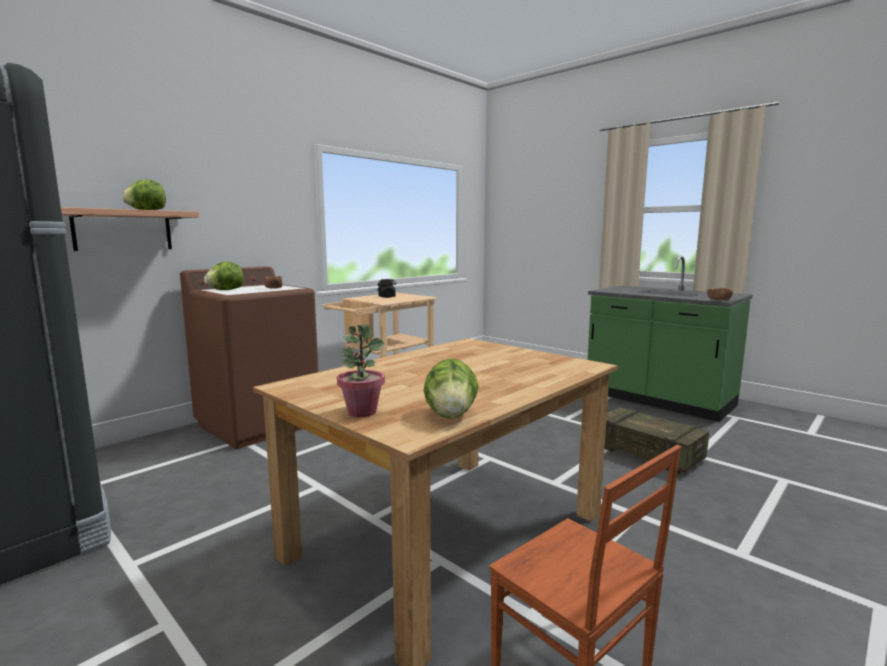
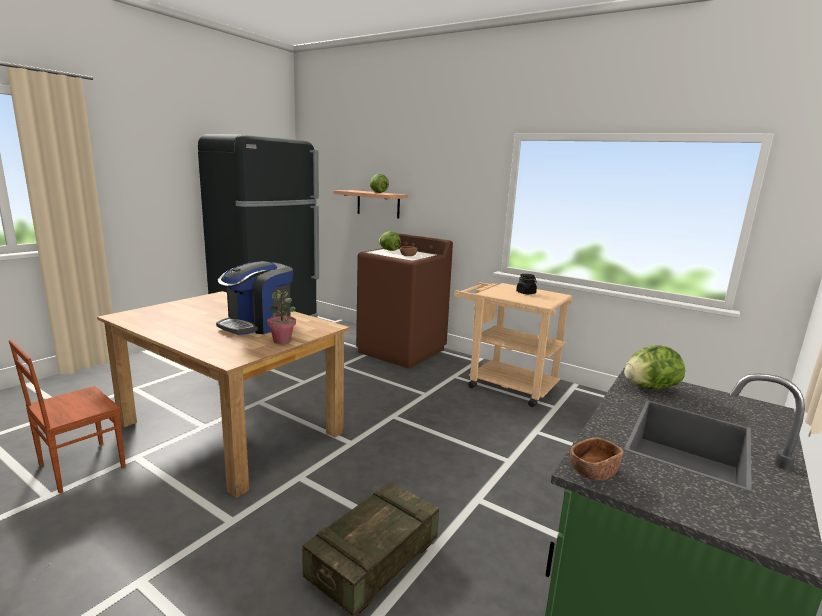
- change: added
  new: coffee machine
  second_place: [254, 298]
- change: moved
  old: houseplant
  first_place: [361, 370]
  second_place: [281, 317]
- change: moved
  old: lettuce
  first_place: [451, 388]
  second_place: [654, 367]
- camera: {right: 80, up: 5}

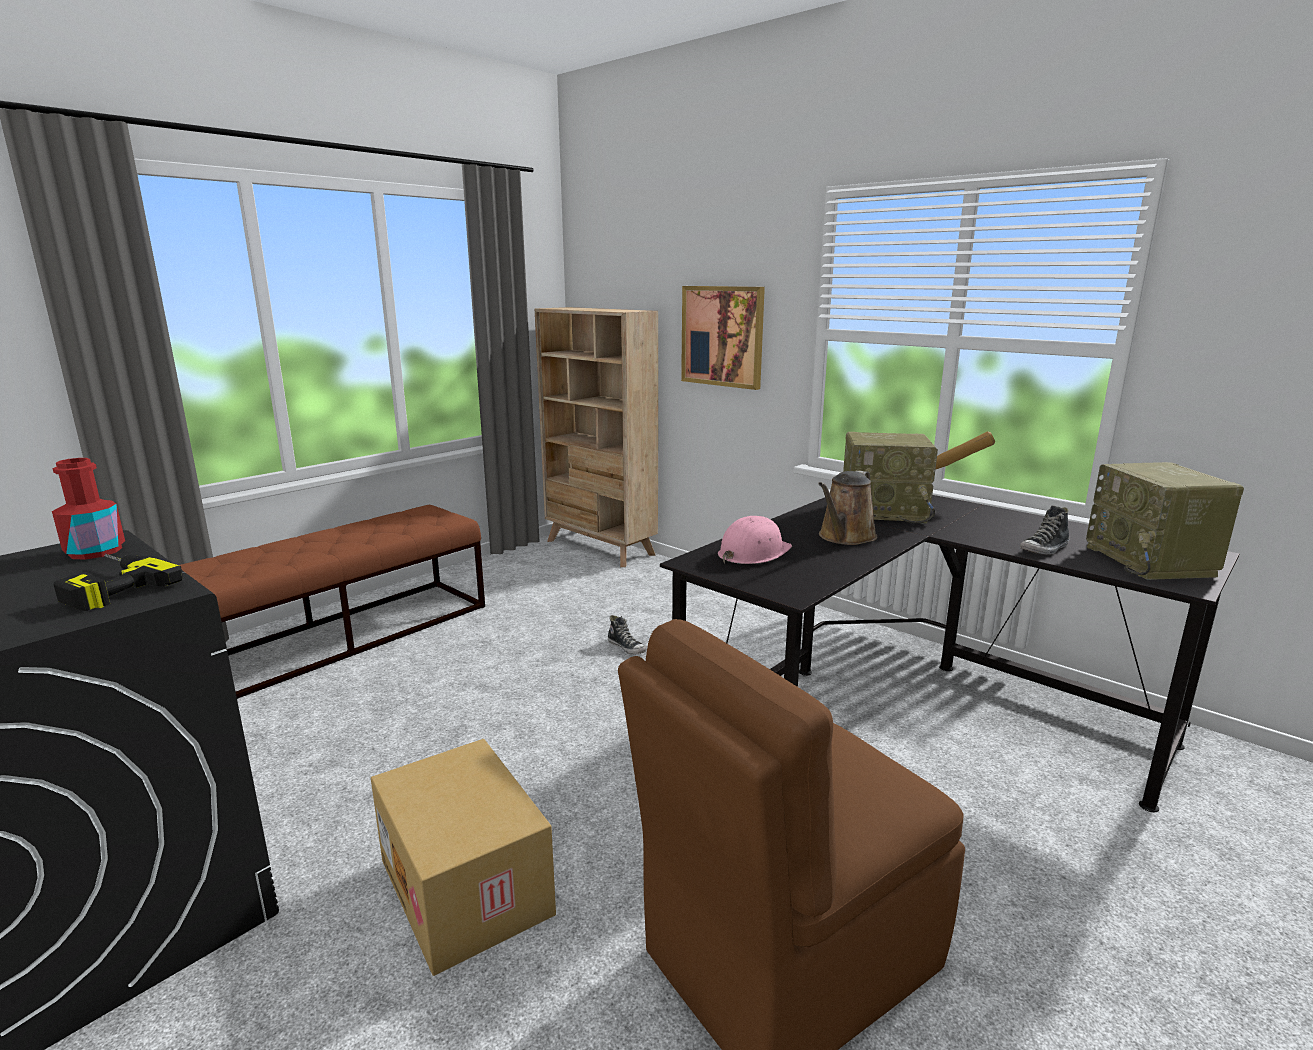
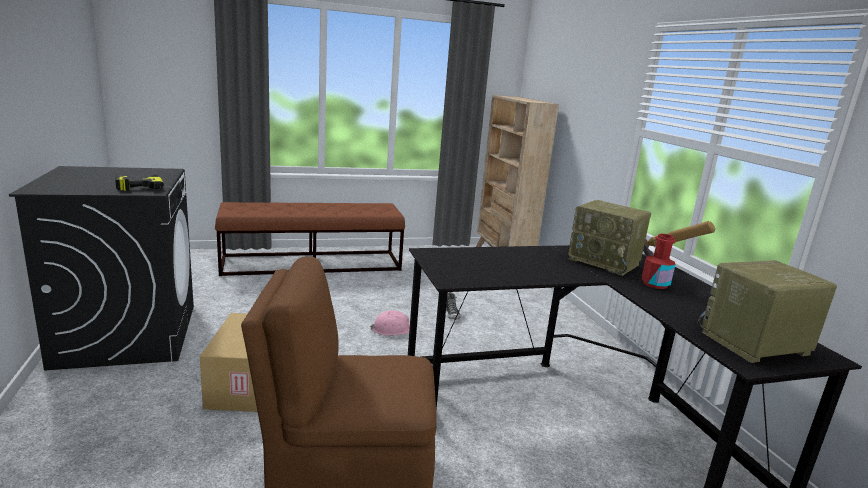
- change: moved
  old: hard hat in pink
  first_place: [755, 540]
  second_place: [390, 323]
- change: moved
  old: bottle in red-coloured
  first_place: [88, 509]
  second_place: [659, 261]
- change: turned
  old: radio
  first_place: [1165, 521]
  second_place: [767, 311]
  degrees: 45
- change: removed
  old: picture
  first_place: [723, 338]
- change: removed
  old: sprinkling can in brownish
  first_place: [847, 508]
- change: removed
  old: item of footwear
  first_place: [1044, 530]
- camera: {right: 30, up: 0}

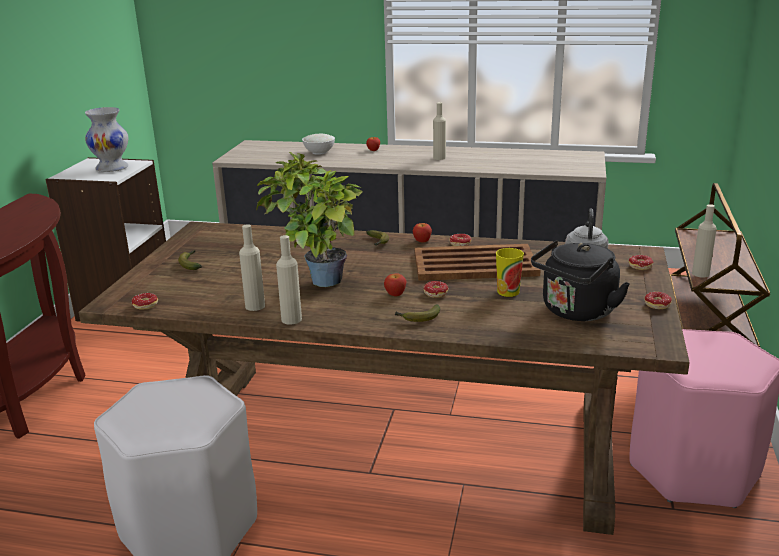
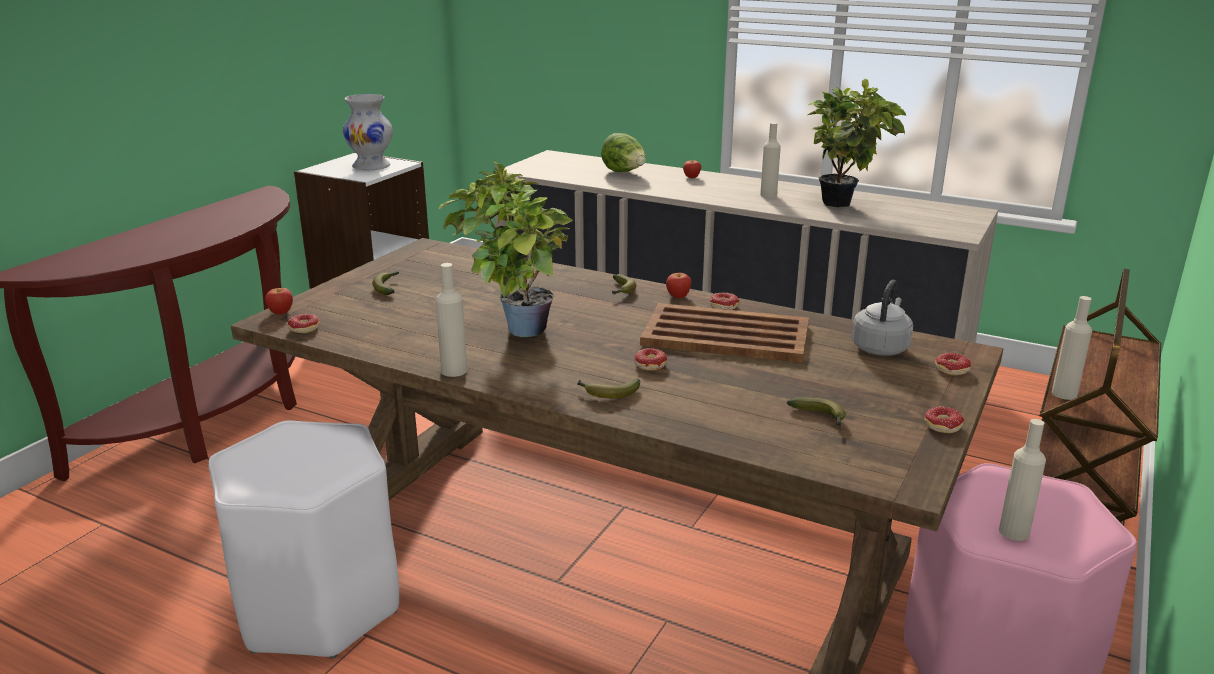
- change: moved
  old: apple fruit
  first_place: [395, 284]
  second_place: [279, 301]
- change: replaced
  old: bowl in white-coloured
  new: lettuce
  first_place: [318, 144]
  second_place: [623, 152]
- change: replaced
  old: kettle in blackish
  new: whole banana
  first_place: [580, 280]
  second_place: [816, 412]
- change: added
  new: houseplant
  second_place: [857, 142]
- change: moved
  old: bottle in beige-coloured
  first_place: [252, 267]
  second_place: [1022, 480]
- change: removed
  old: drinking cup
  first_place: [510, 272]
- camera: {right: 15, up: 0}

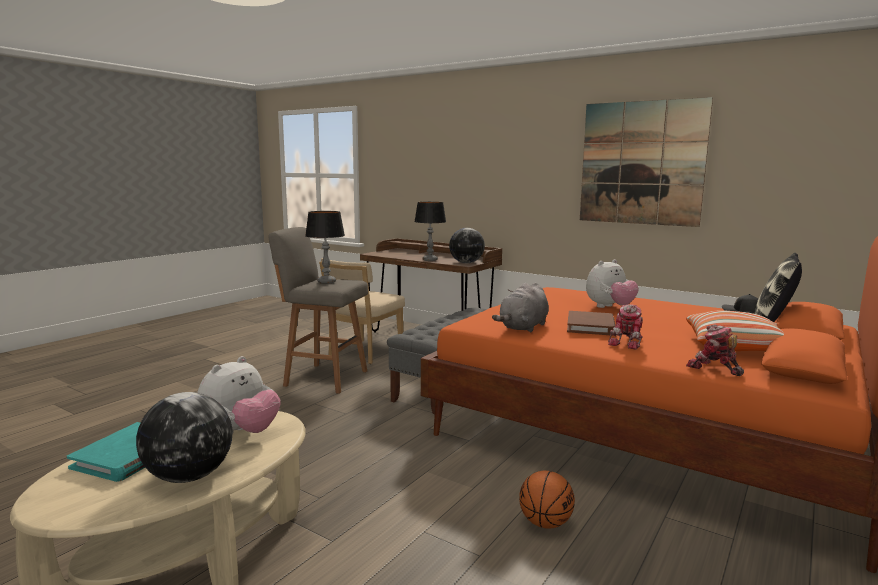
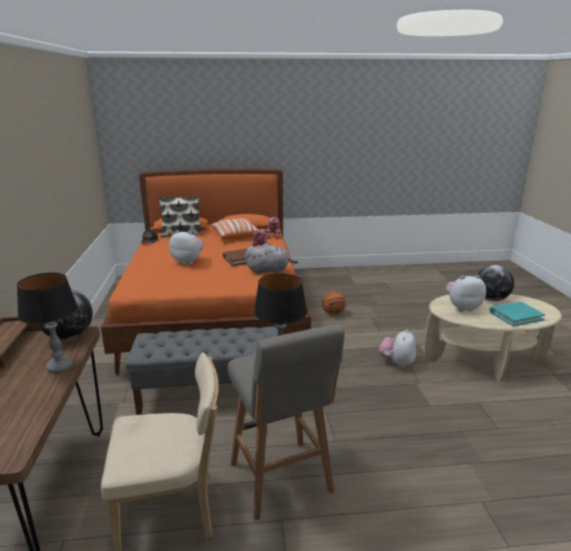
- change: added
  new: soft toy
  second_place: [397, 348]
- change: removed
  old: picture
  first_place: [646, 162]
- camera: {right: -130, up: 10}

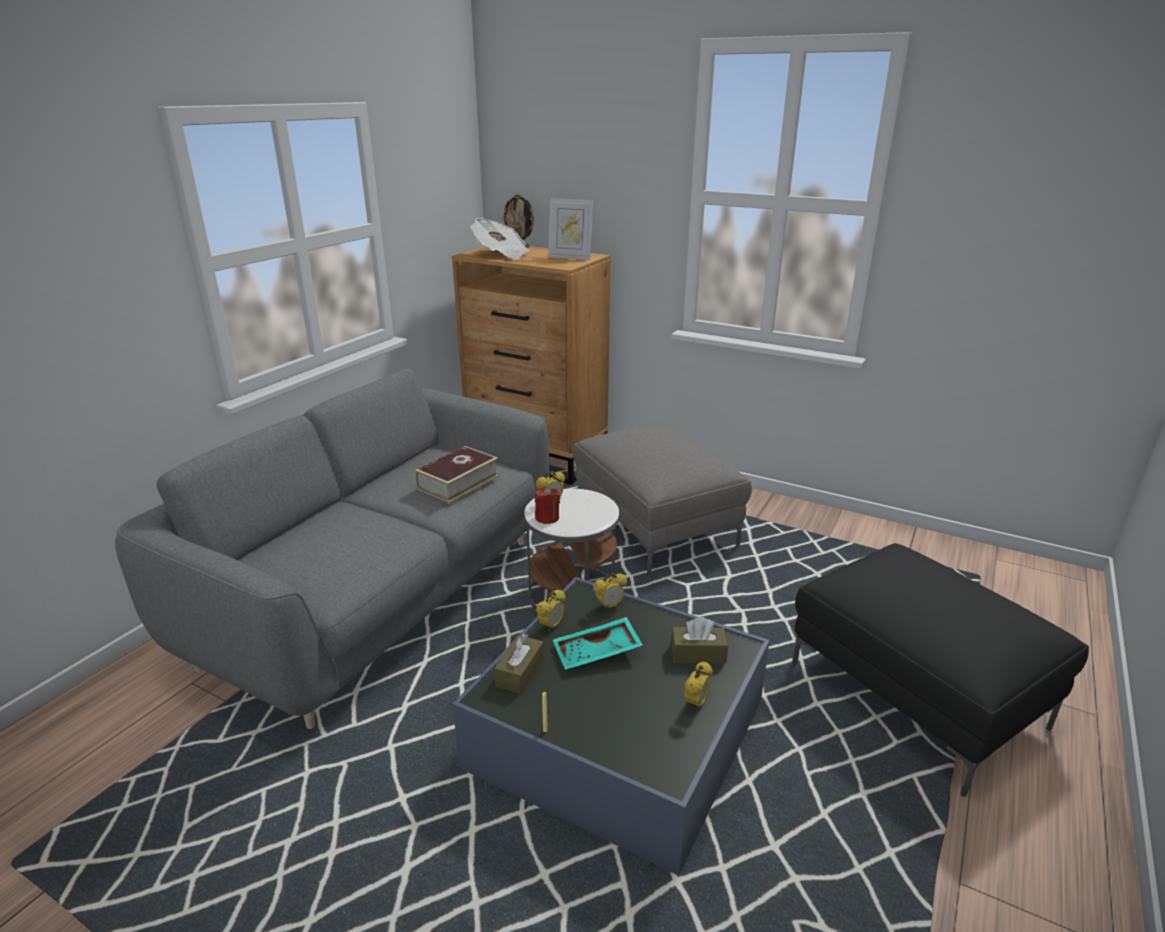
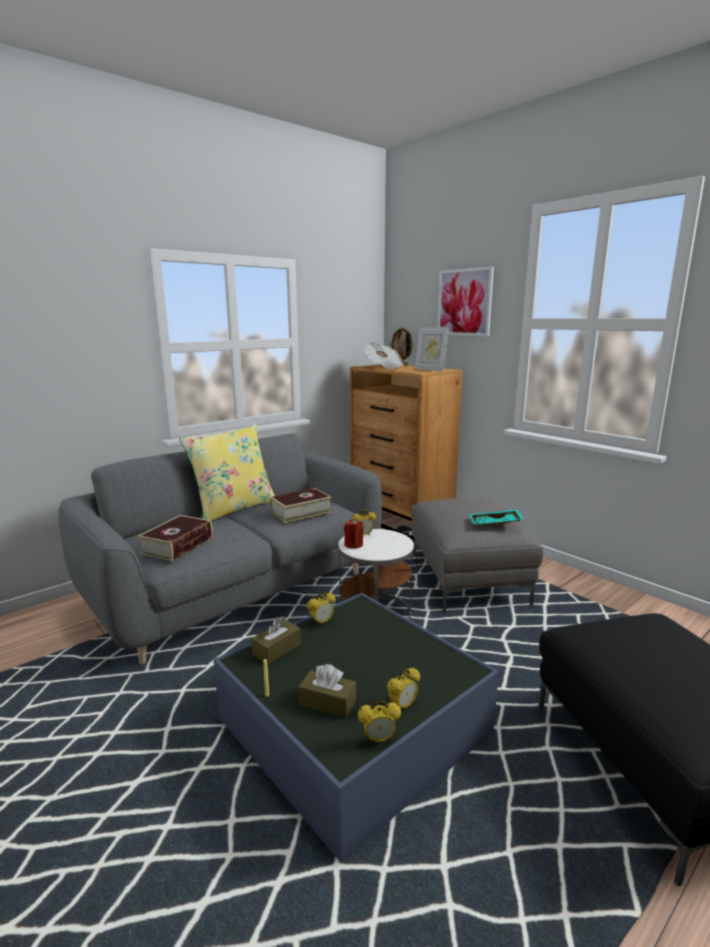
- change: added
  new: volume
  second_place: [175, 538]
- change: added
  new: cushion in yellow
  second_place: [227, 472]
- change: moved
  old: box of tissues in brownish
  first_place: [699, 640]
  second_place: [327, 691]
- change: moved
  old: alarm clock
  first_place: [610, 591]
  second_place: [379, 722]
- change: added
  new: picture
  second_place: [465, 301]
- change: moved
  old: tray in turquoise
  first_place: [598, 643]
  second_place: [496, 517]
- camera: {right: 20, up: -10}

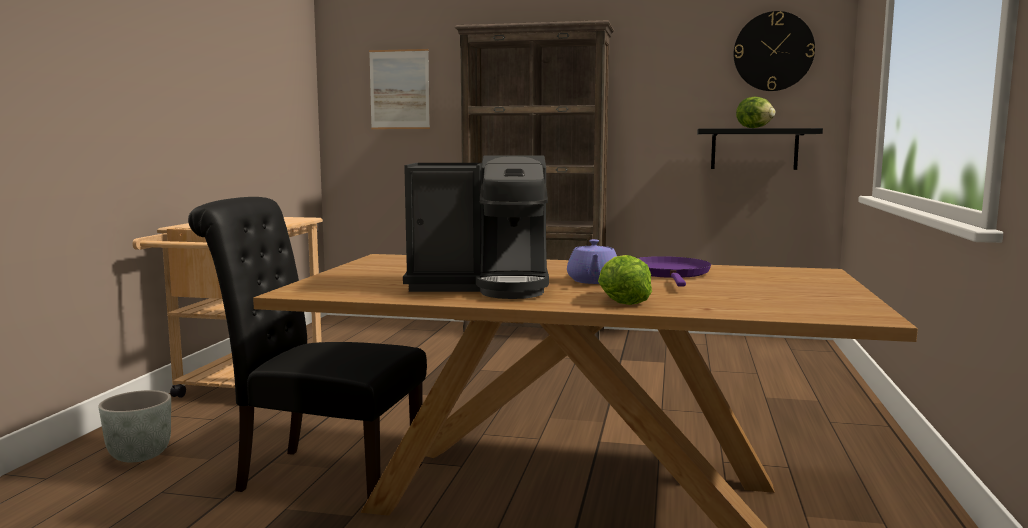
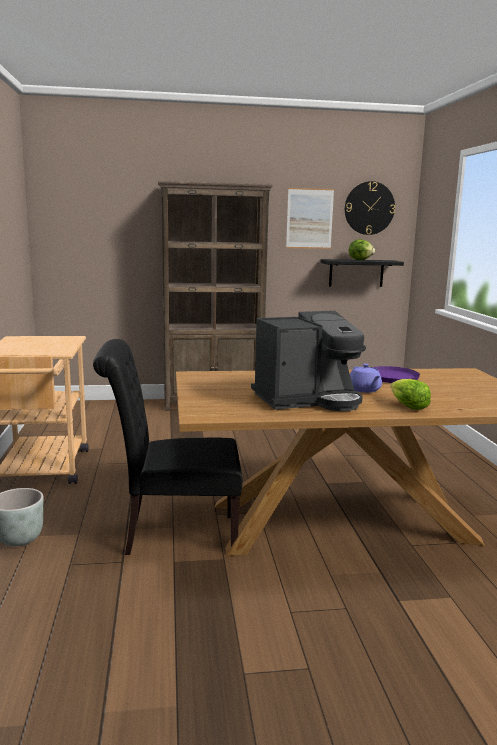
- change: moved
  old: picture
  first_place: [399, 89]
  second_place: [310, 218]
- camera: {right: -20, up: 5}

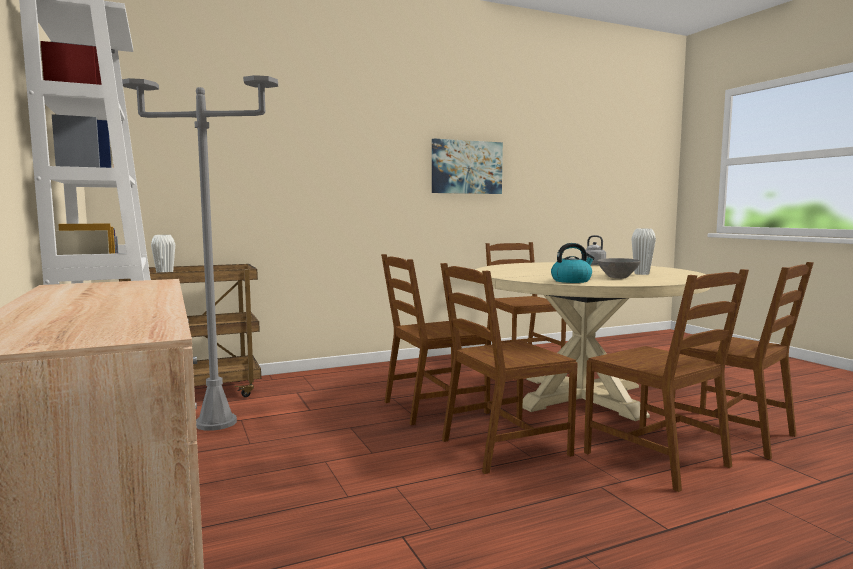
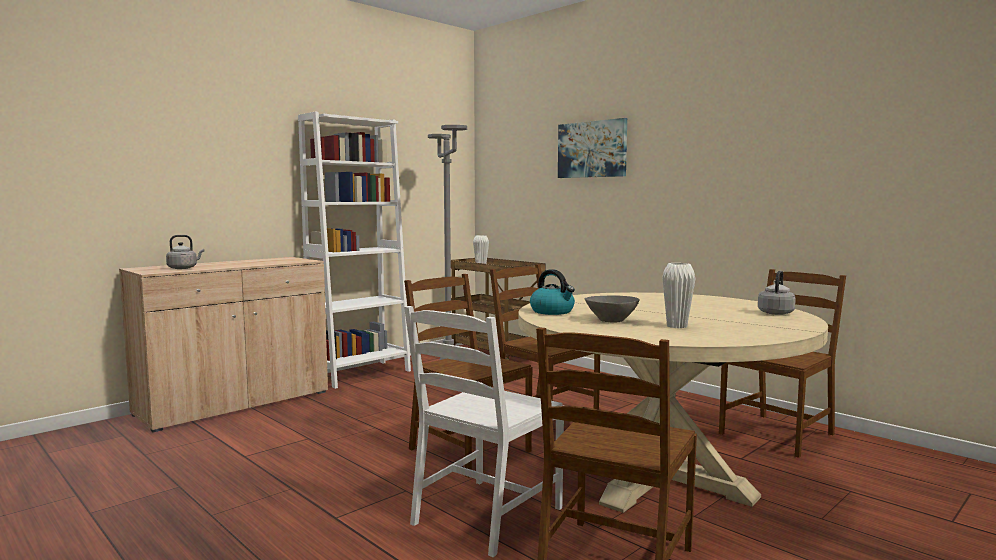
- change: added
  new: kettle in gray
  second_place: [185, 252]
- change: recoloured
  old: upright chair in brownish
  new: upright chair in white-coloured
  first_place: [666, 380]
  second_place: [484, 431]
- change: moved
  old: picture
  first_place: [467, 166]
  second_place: [592, 148]
- camera: {right: 70, up: 0}

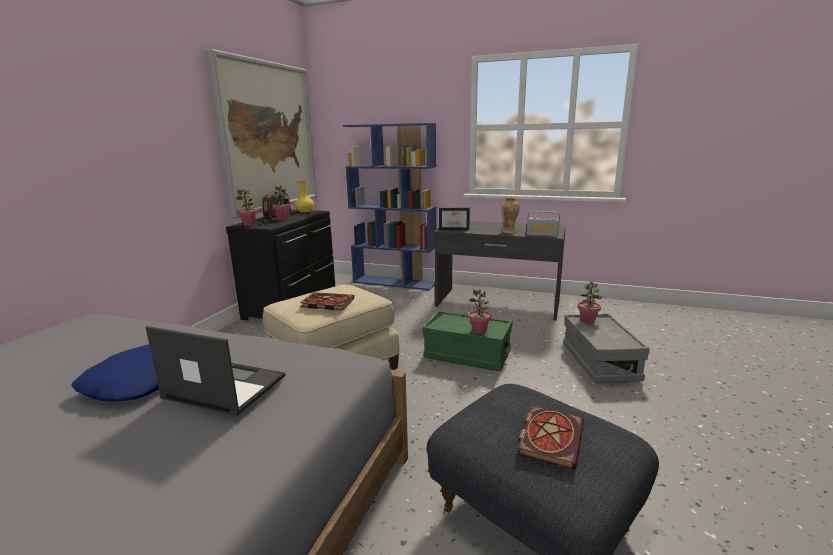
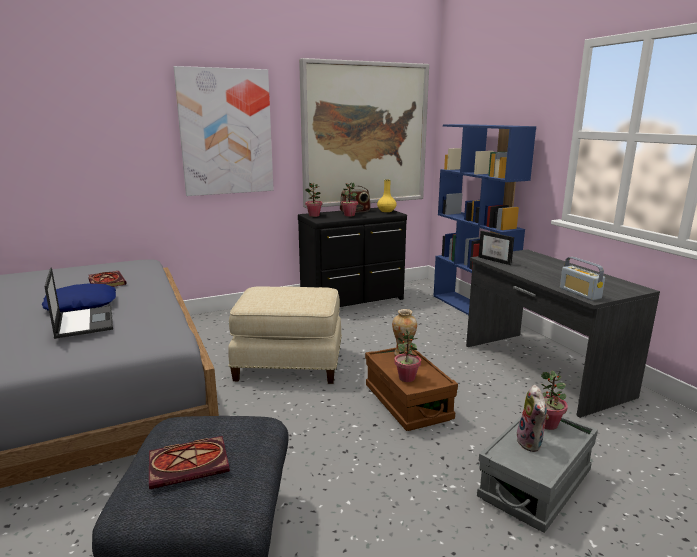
- change: moved
  old: volume
  first_place: [327, 301]
  second_place: [107, 279]
- change: added
  new: picture
  second_place: [224, 131]
- change: recoloured
  old: storage box in green-coloured
  new: storage box in brownish
  first_place: [467, 340]
  second_place: [411, 389]
- change: moved
  old: flower vase
  first_place: [510, 215]
  second_place: [404, 332]
- change: added
  new: soft toy
  second_place: [533, 418]
- camera: {right: 45, up: 0}

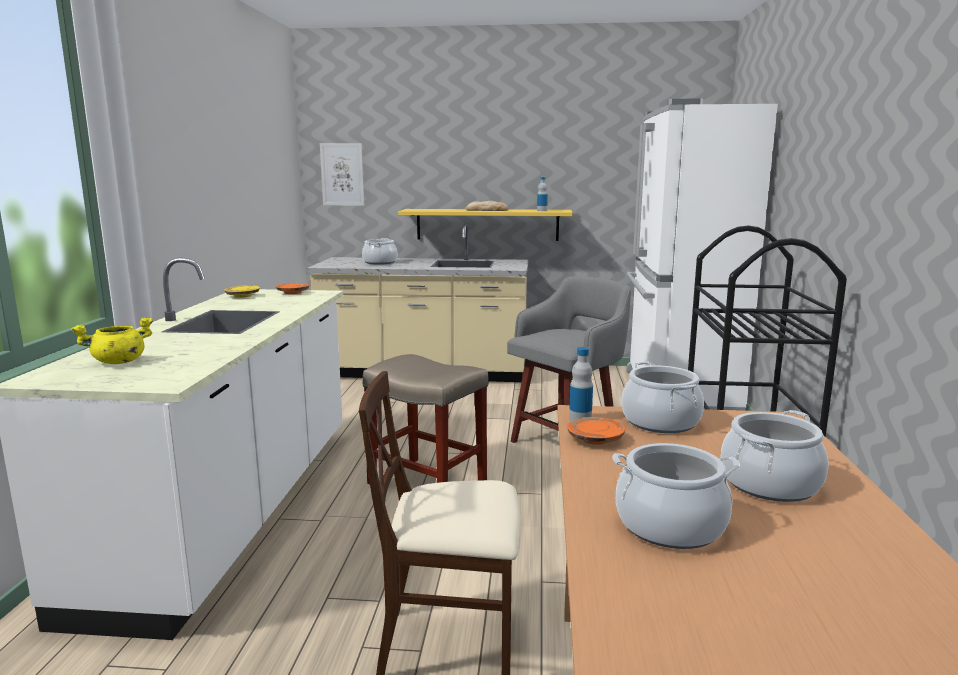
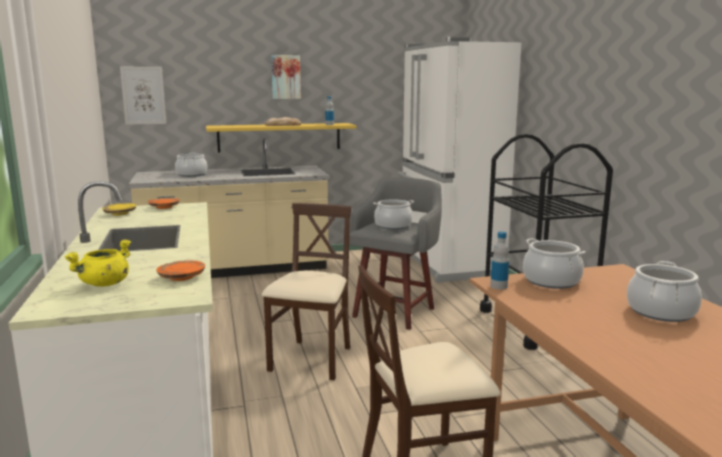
- change: moved
  old: plate in orangey
  first_place: [596, 431]
  second_place: [180, 270]
- change: replaced
  old: stool seat in beige-coloured
  new: upright chair in beige-coloured
  first_place: [425, 419]
  second_place: [306, 291]
- change: added
  new: picture
  second_place: [286, 77]
- change: moved
  old: stockpot
  first_place: [676, 496]
  second_place: [393, 215]
- camera: {right: -20, up: 0}

